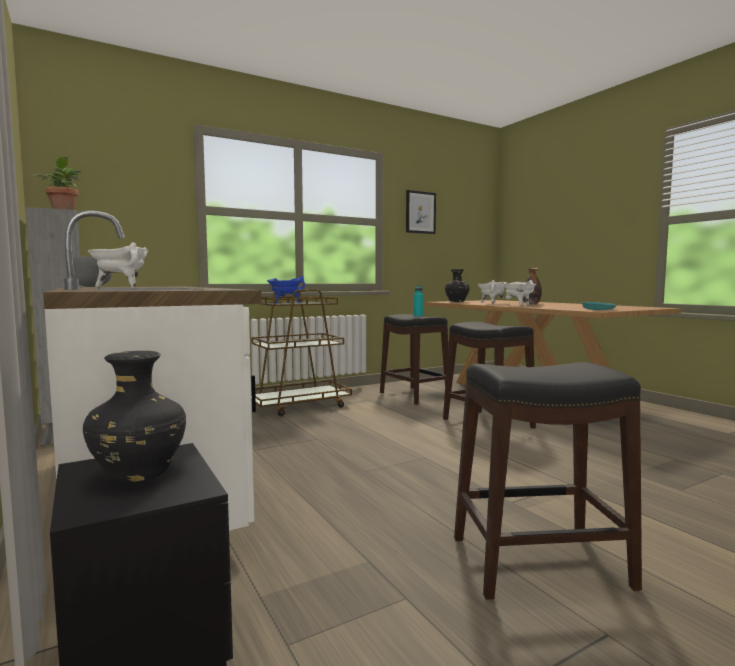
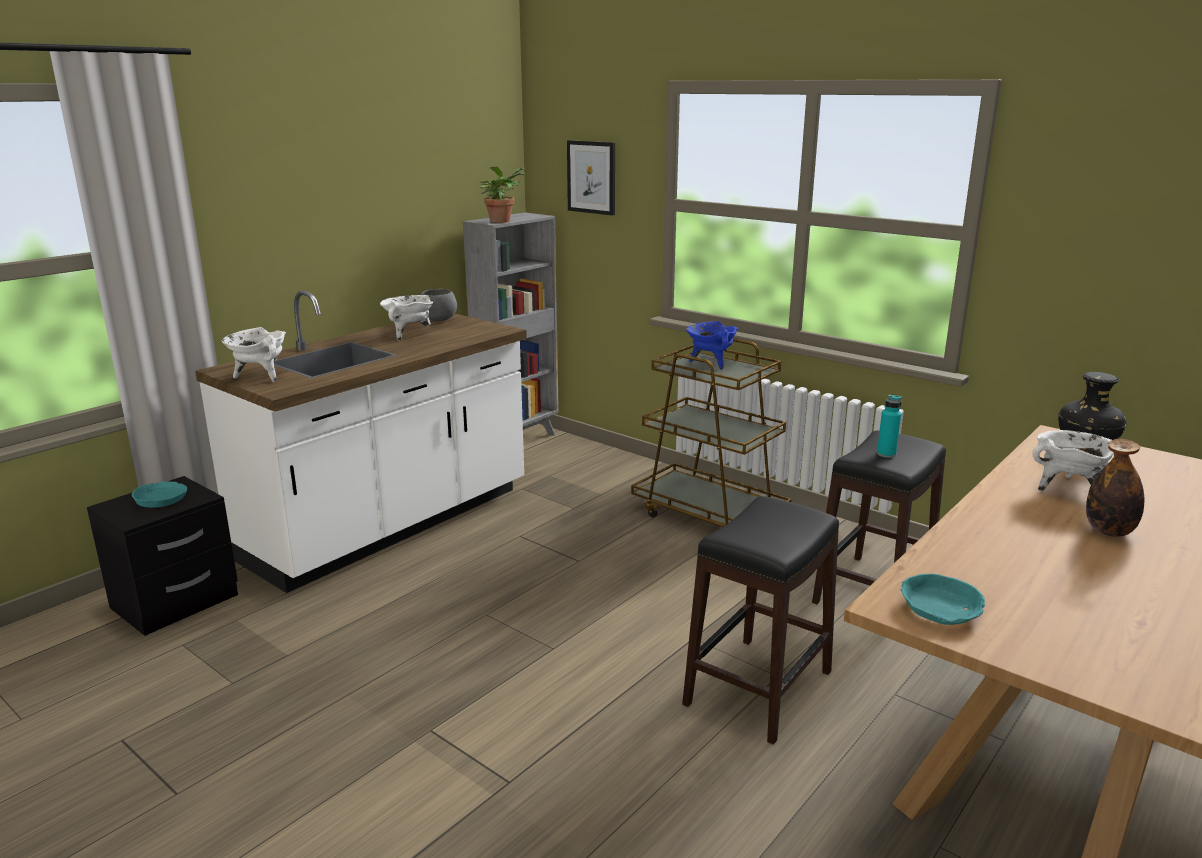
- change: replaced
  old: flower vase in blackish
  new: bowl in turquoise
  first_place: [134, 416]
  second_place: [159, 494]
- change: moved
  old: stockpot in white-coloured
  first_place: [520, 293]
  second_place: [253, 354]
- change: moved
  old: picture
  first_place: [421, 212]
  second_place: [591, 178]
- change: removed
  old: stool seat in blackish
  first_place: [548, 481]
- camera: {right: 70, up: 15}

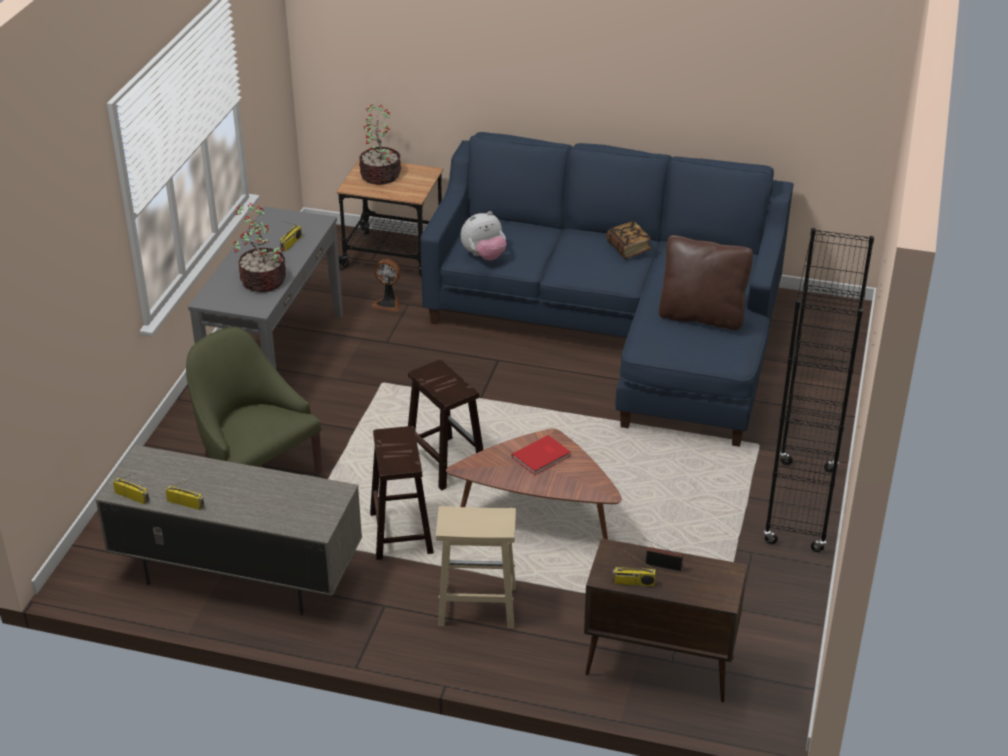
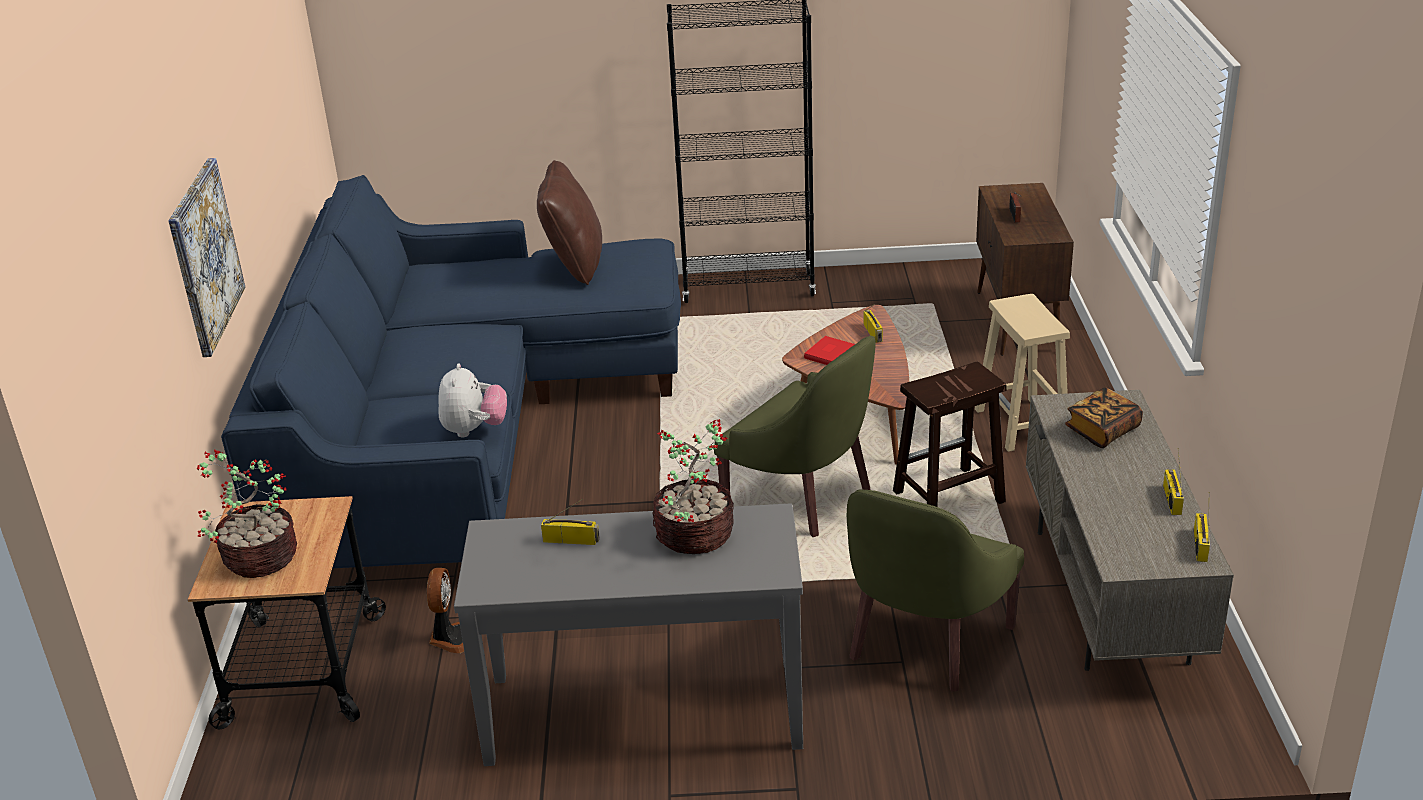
- change: added
  new: picture
  second_place: [206, 257]
- change: turned
  old: soft toy
  first_place: [484, 235]
  second_place: [472, 400]
  degrees: 45
- change: replaced
  old: stool seat in brownish
  new: armchair in green-coloured
  first_place: [445, 424]
  second_place: [794, 436]
- change: moved
  old: radio
  first_place: [634, 568]
  second_place: [873, 323]
- change: moved
  old: volume
  first_place: [629, 240]
  second_place: [1104, 417]
- camera: {right: -105, up: -5}

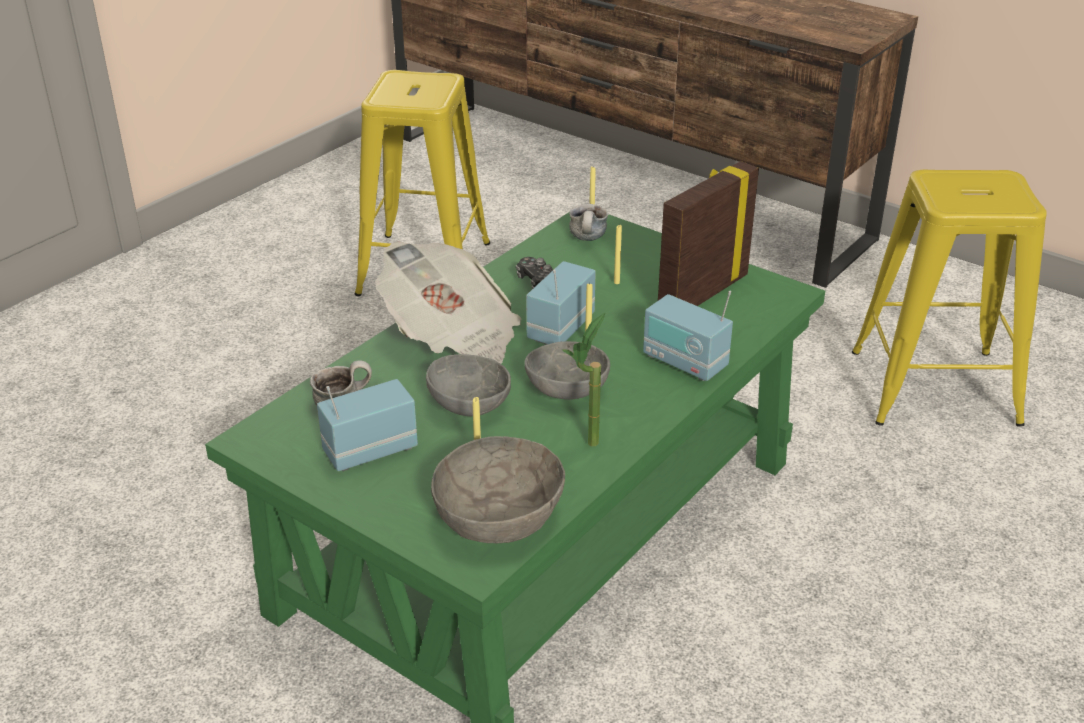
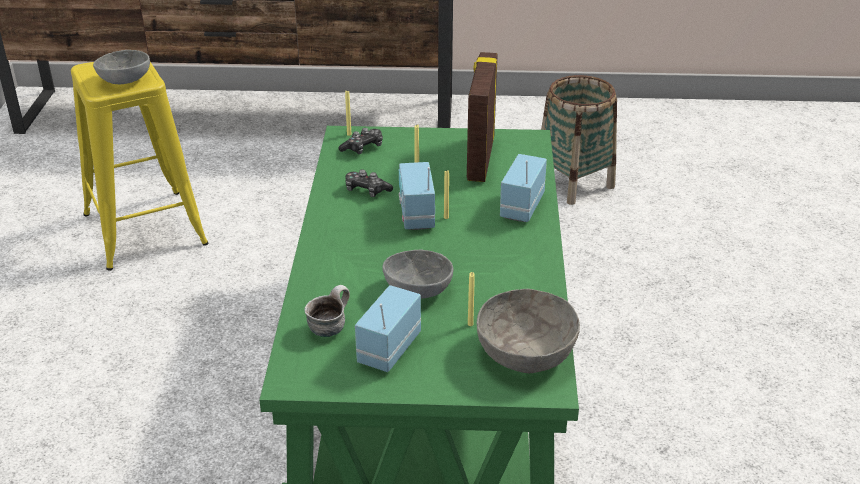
- change: moved
  old: bowl in gray
  first_place: [567, 370]
  second_place: [121, 67]
- change: replaced
  old: coffee mug
  new: joypad
  first_place: [588, 222]
  second_place: [360, 141]
- change: turned
  old: radio
  first_place: [688, 336]
  second_place: [523, 188]
  degrees: 105
- change: replaced
  old: stool seat in yellow
  new: basket
  first_place: [949, 298]
  second_place: [579, 140]
- change: removed
  old: newspaper
  first_place: [448, 302]
- change: removed
  old: houseplant
  first_place: [583, 379]
- camera: {right: -35, up: 0}

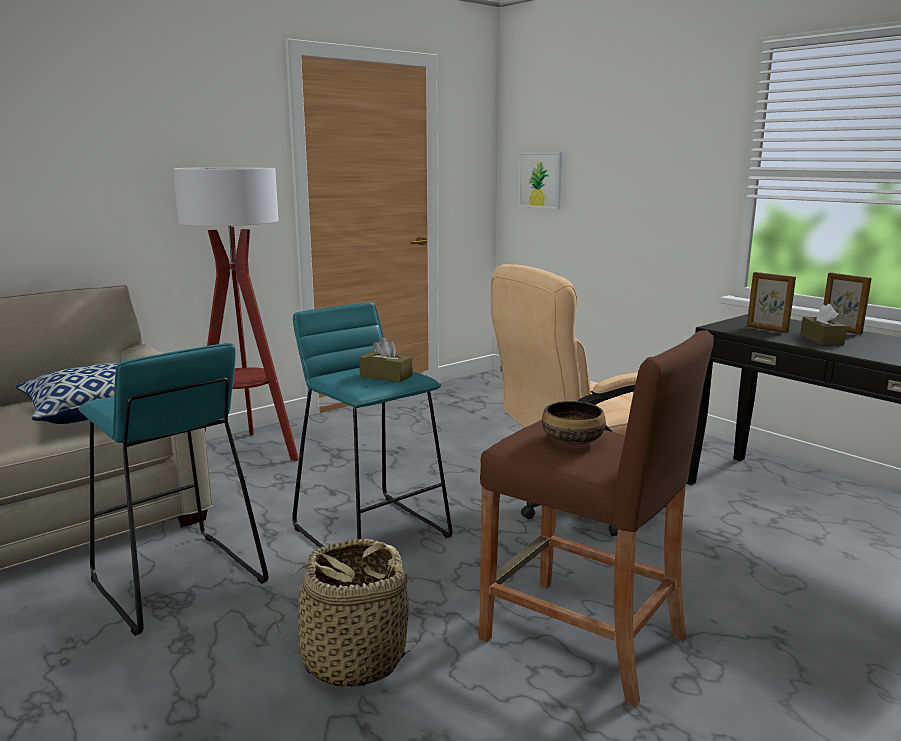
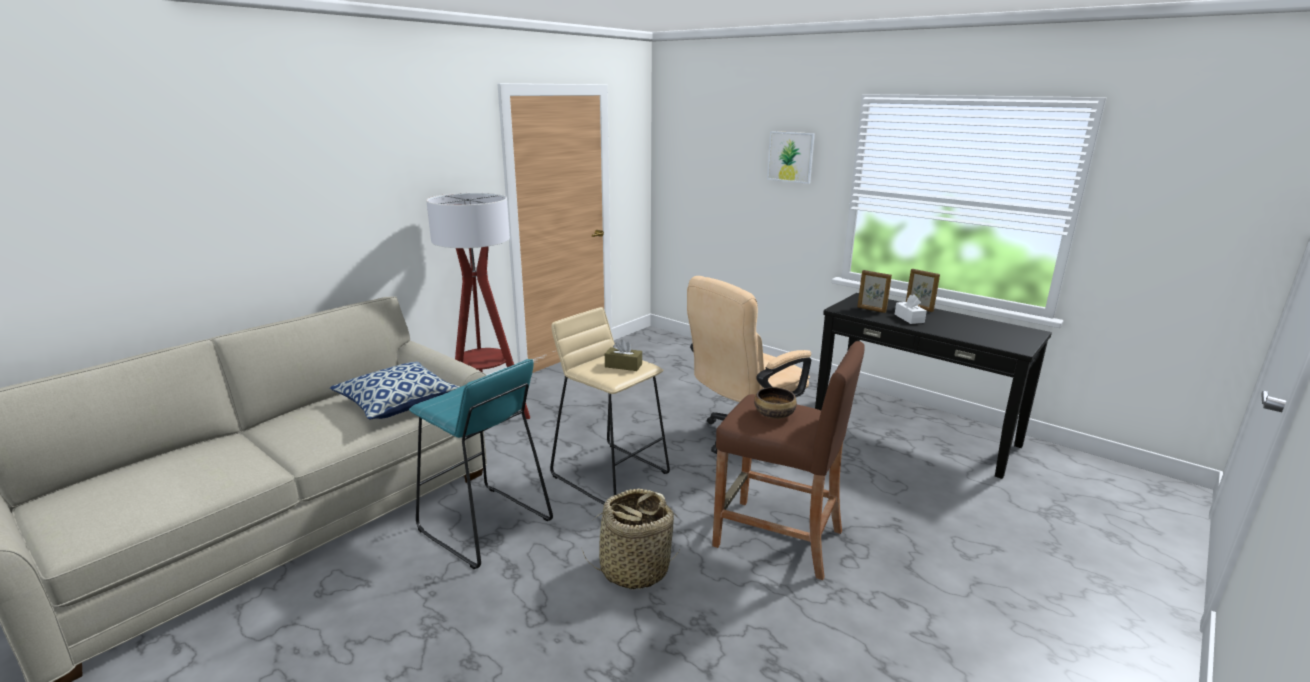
- change: recoloured
  old: stool seat in turquoise
  new: stool seat in beige-coloured
  first_place: [372, 425]
  second_place: [610, 405]
- change: moved
  old: picture
  first_place: [540, 180]
  second_place: [791, 157]
- change: recoloured
  old: box of tissues in brownish
  new: box of tissues in white-coloured
  first_place: [823, 324]
  second_place: [911, 309]
- camera: {right: -10, up: 5}

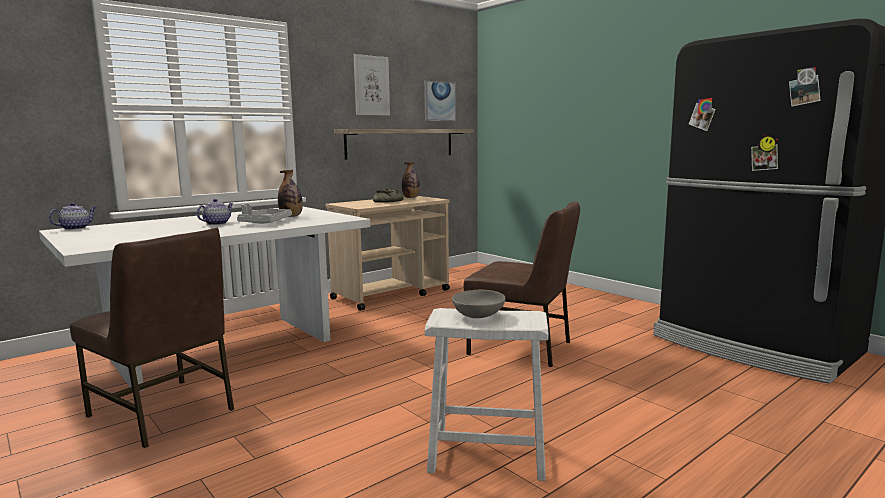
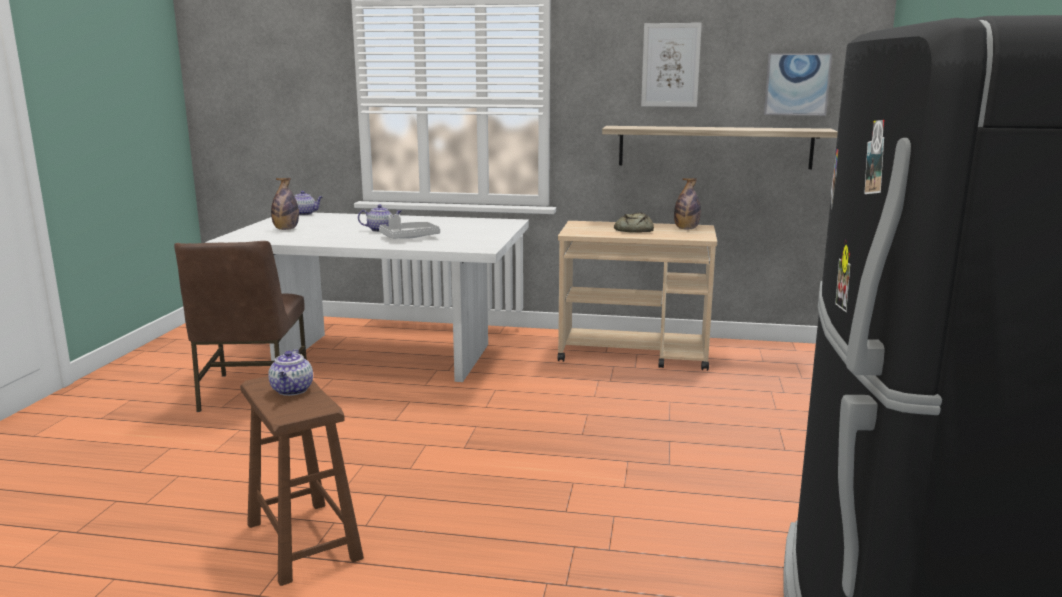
- change: recoloured
  old: stool seat in white-coloured
  new: stool seat in brownish
  first_place: [486, 394]
  second_place: [302, 481]
- change: replaced
  old: bowl in gray
  new: pot for tea
  first_place: [479, 304]
  second_place: [290, 372]
- change: moved
  old: bottle
  first_place: [290, 193]
  second_place: [285, 204]
- change: removed
  old: upright chair in brownish
  first_place: [521, 284]
- camera: {right: 50, up: 5}

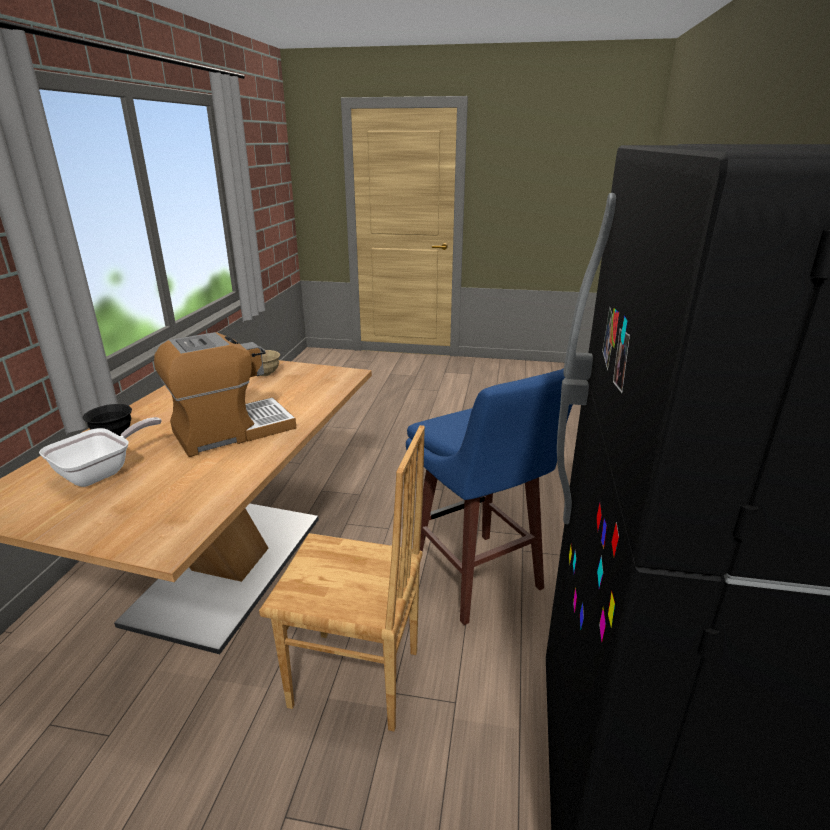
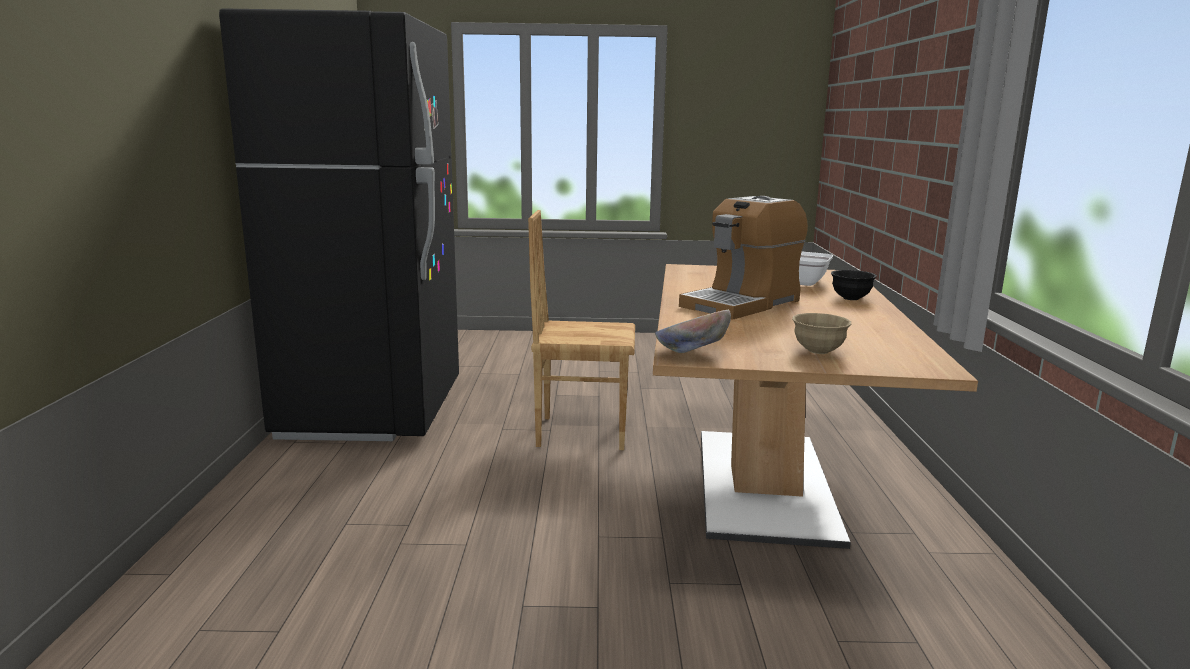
- change: added
  new: bowl
  second_place: [693, 331]
- change: removed
  old: stool seat in blue-coloured
  first_place: [489, 497]
- camera: {right: 170, up: -10}

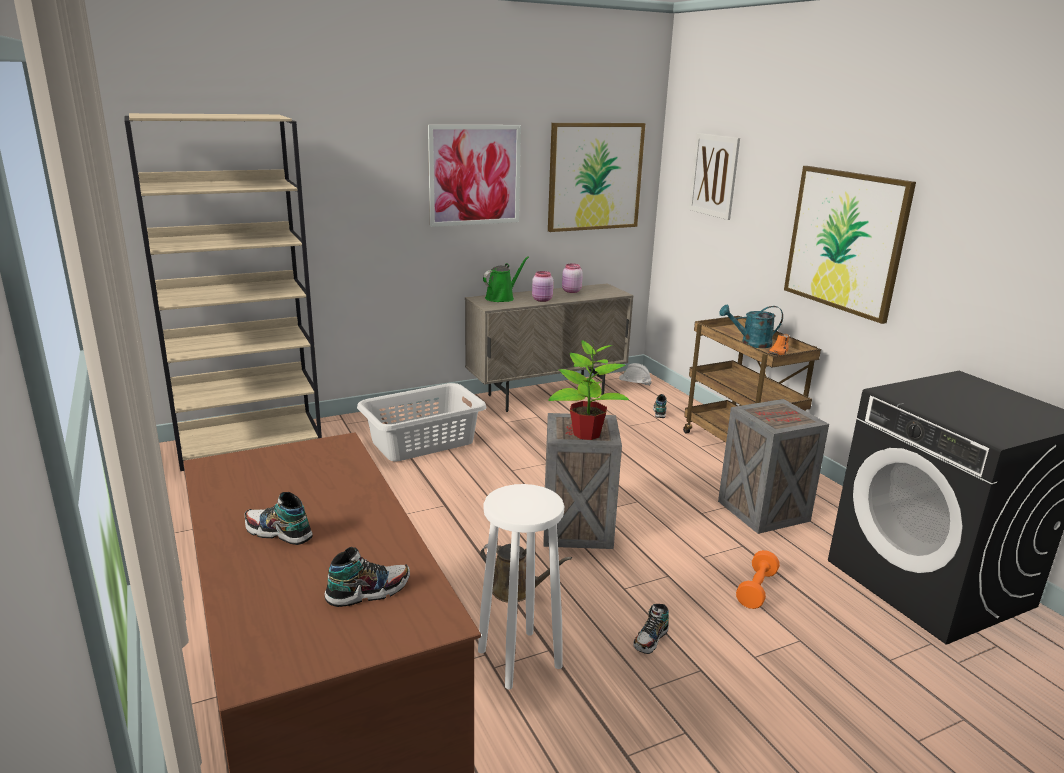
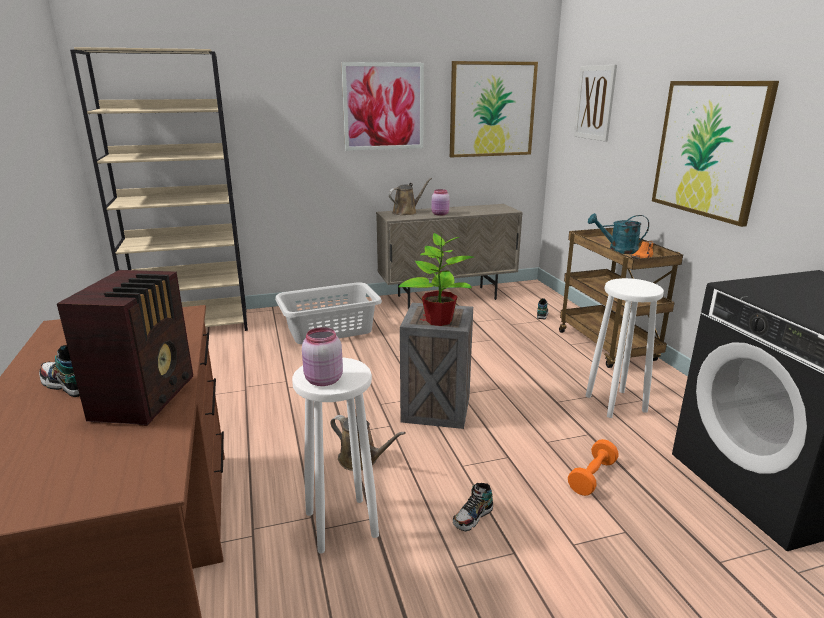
- change: added
  new: radio
  second_place: [125, 348]
- change: moved
  old: preserve jar in pink
  first_place: [572, 278]
  second_place: [322, 356]
- change: recoloured
  old: sprinkling can in green-coloured
  new: sprinkling can in brownish
  first_place: [506, 279]
  second_place: [410, 196]
- change: replaced
  old: packing crate
  new: stool seat in white-coloured
  first_place: [773, 466]
  second_place: [625, 348]
- change: removed
  old: item of footwear
  first_place: [367, 577]
- change: removed
  old: hard hat in white-coloured
  first_place: [635, 374]
- camera: {right: 10, up: 0}

